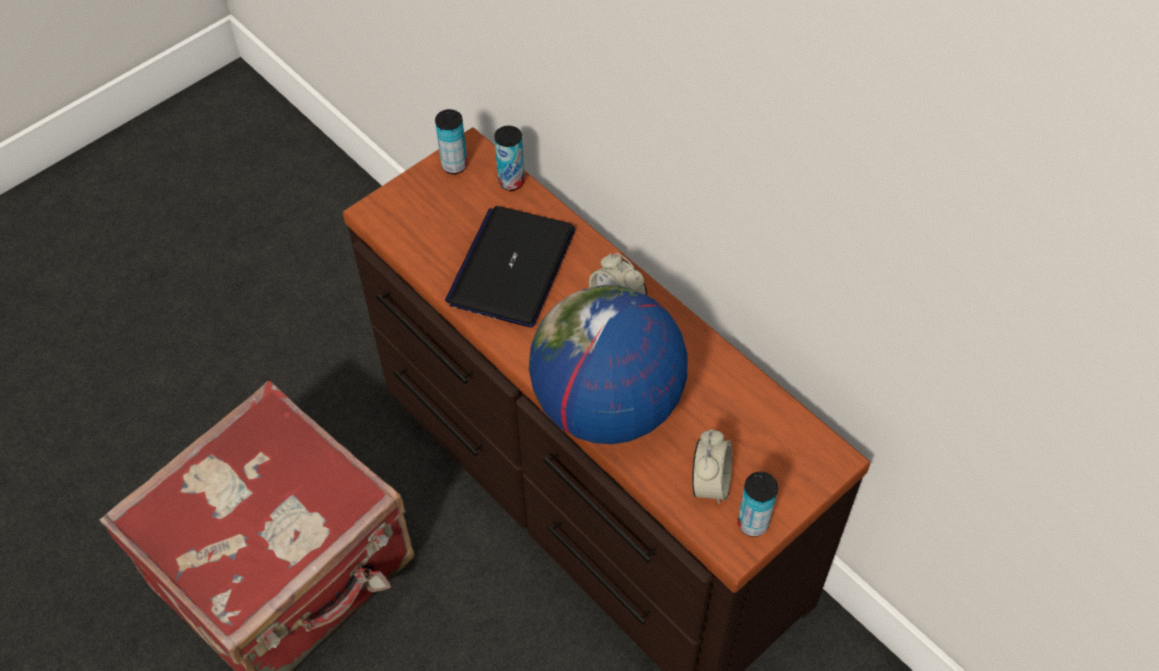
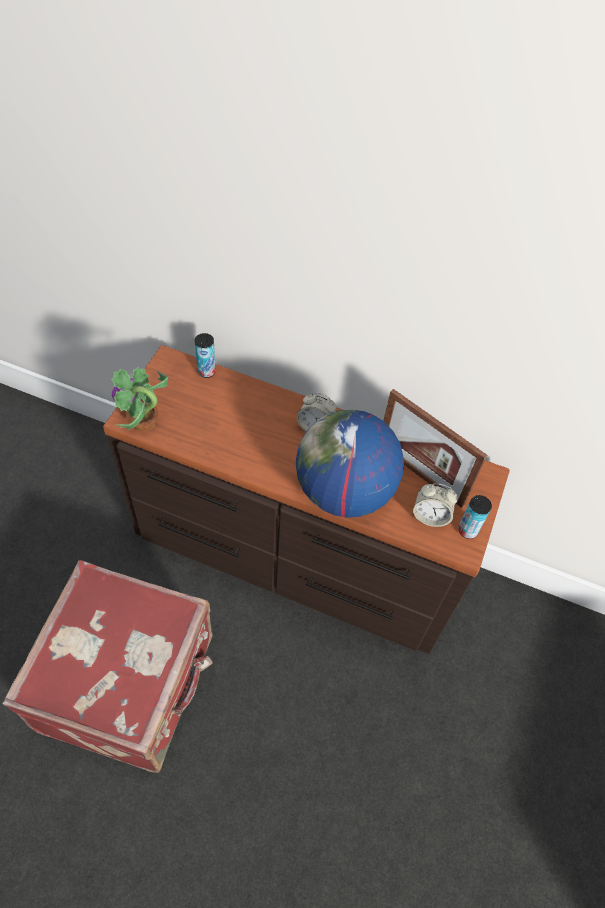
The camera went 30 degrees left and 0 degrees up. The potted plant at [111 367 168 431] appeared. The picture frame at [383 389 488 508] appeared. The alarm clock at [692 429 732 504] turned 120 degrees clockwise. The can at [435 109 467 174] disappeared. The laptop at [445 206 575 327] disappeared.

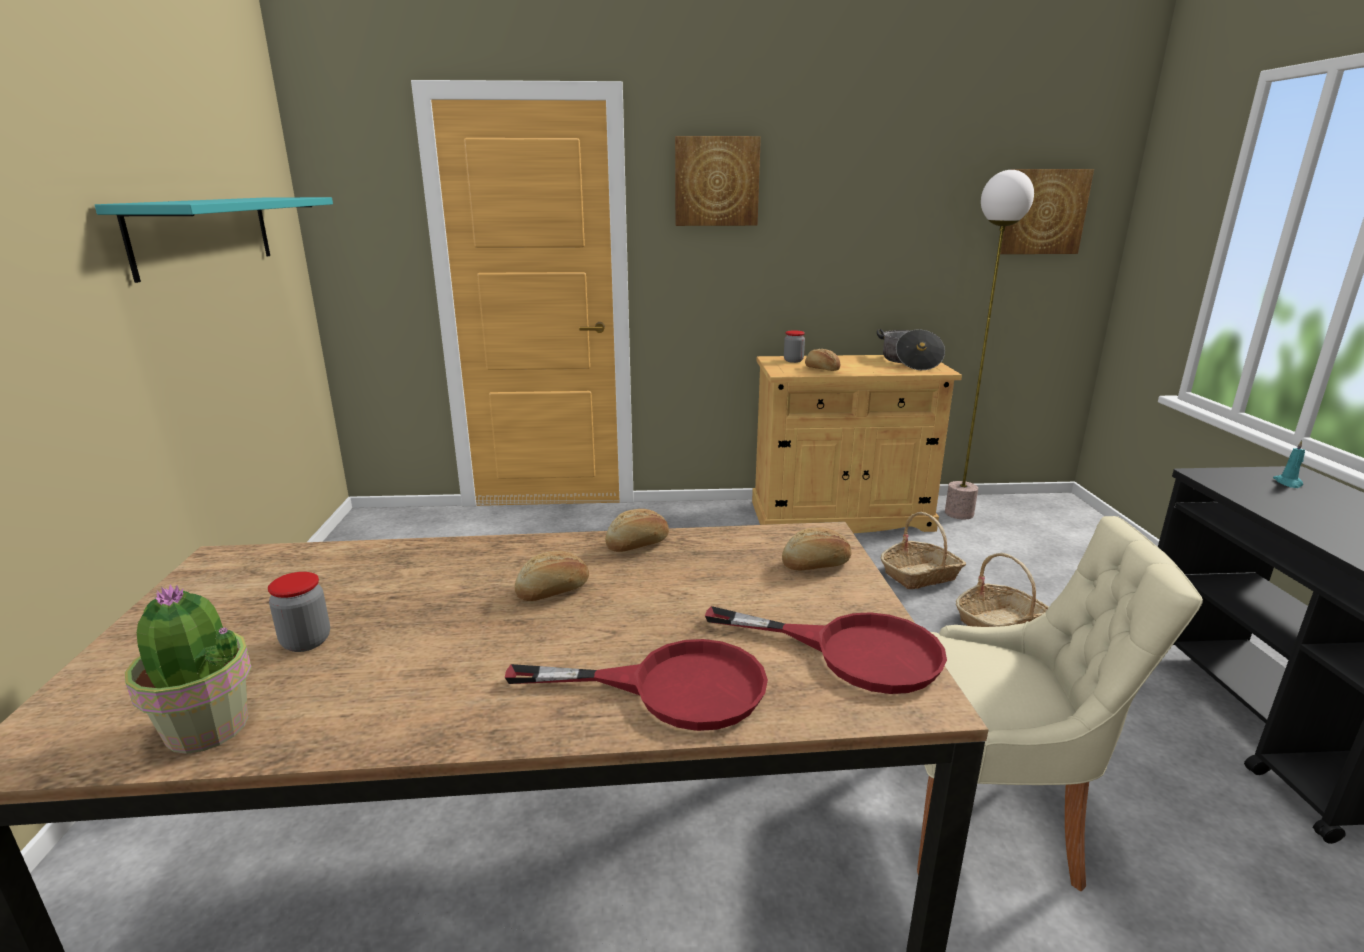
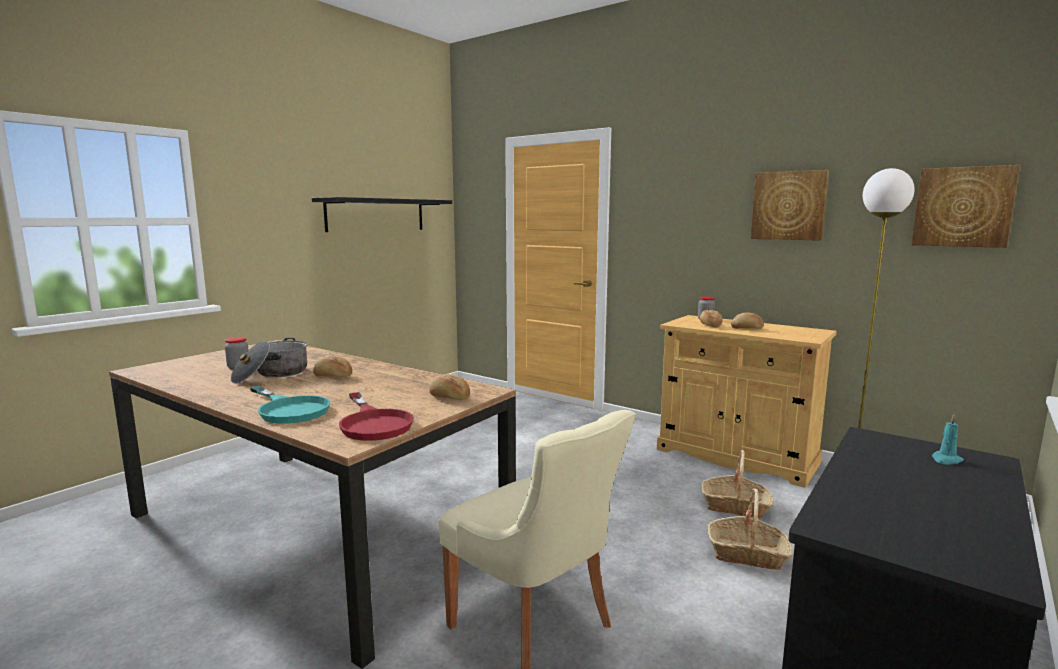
The camera went 40 degrees right and 10 degrees down. The cooking pot moved from [877 329 945 370] to [231 338 307 384]. The red frying pan at [505 639 768 731] became the turquoise frying pan at [250 386 330 424]. The turquoise shelf at [95 197 333 283] became the black shelf at [312 197 452 232]. The bread moved from [605 509 669 552] to [731 312 764 329]. The picture moved from [675 136 761 226] to [751 170 829 241]. The potted plant at [125 585 252 754] disappeared.

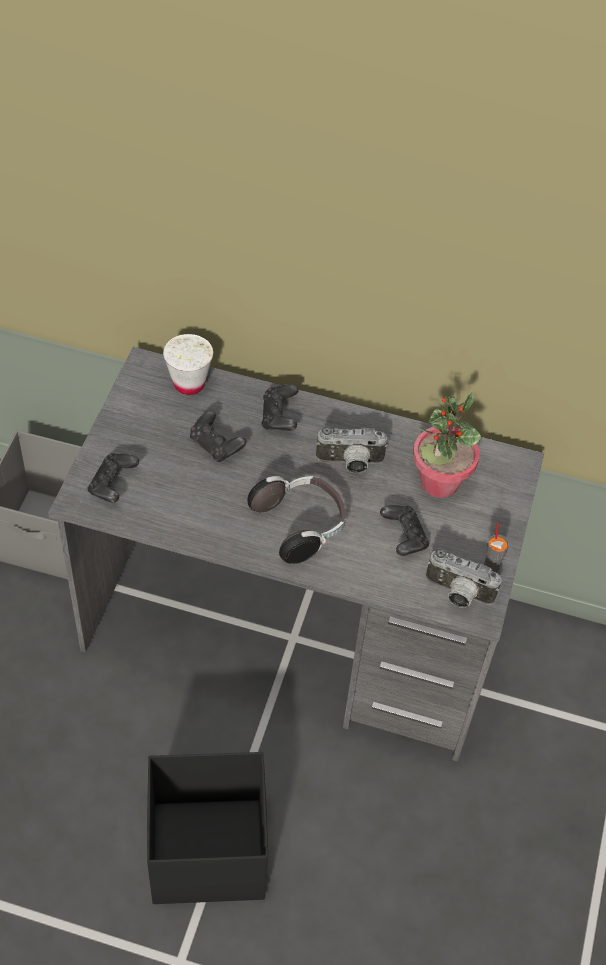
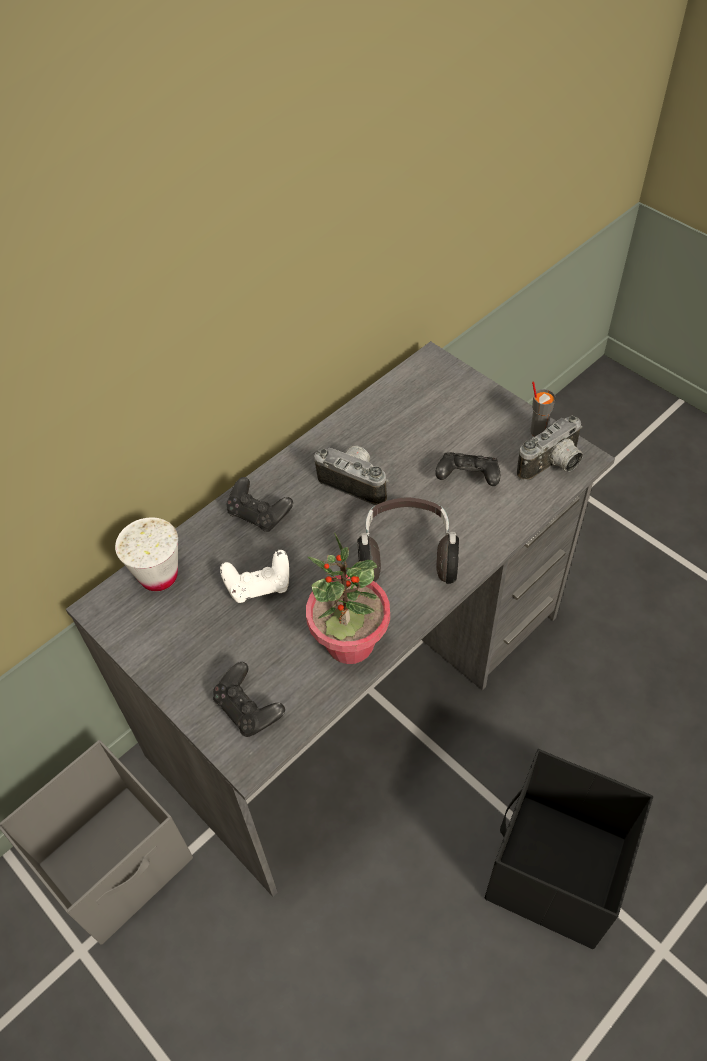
The camera went 55 degrees left and 0 degrees up. The black game controller at [190 410 246 462] became the white game controller at [220 550 289 603]. The potted plant moved from [413 392 481 498] to [306 533 390 664]. The photo camera at [316 427 388 474] turned 90 degrees counterclockwise.

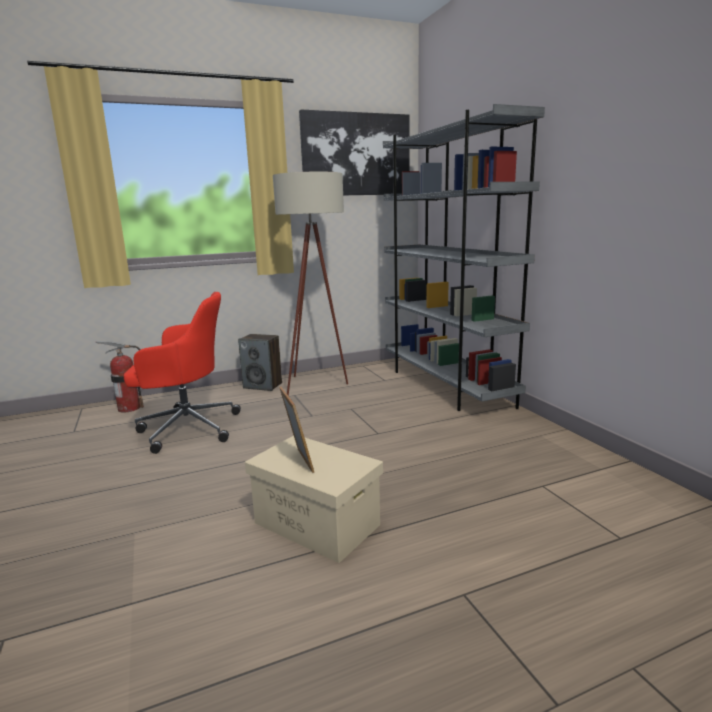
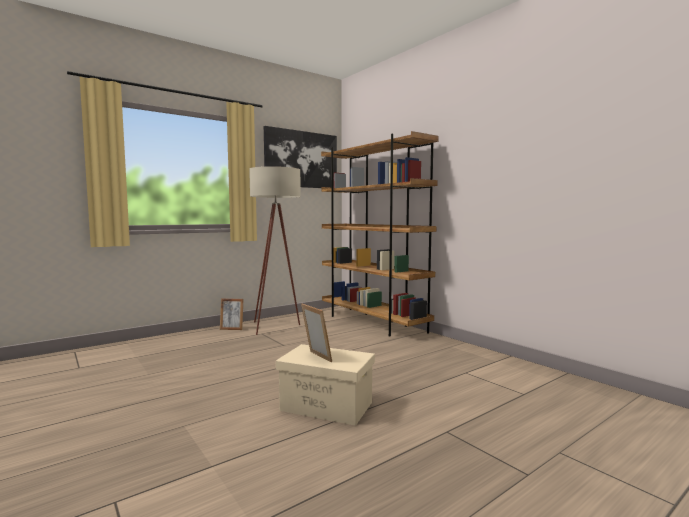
The camera went 15 degrees left and 10 degrees down. The speaker at [238 334 282 391] was replaced by the picture frame at [220 298 244 330]. The grey bookcase at [383 104 545 411] became the brown bookcase at [321 131 439 337]. The fire extinguisher at [96 341 144 413] disappeared. The red office chair at [124 292 241 454] disappeared.

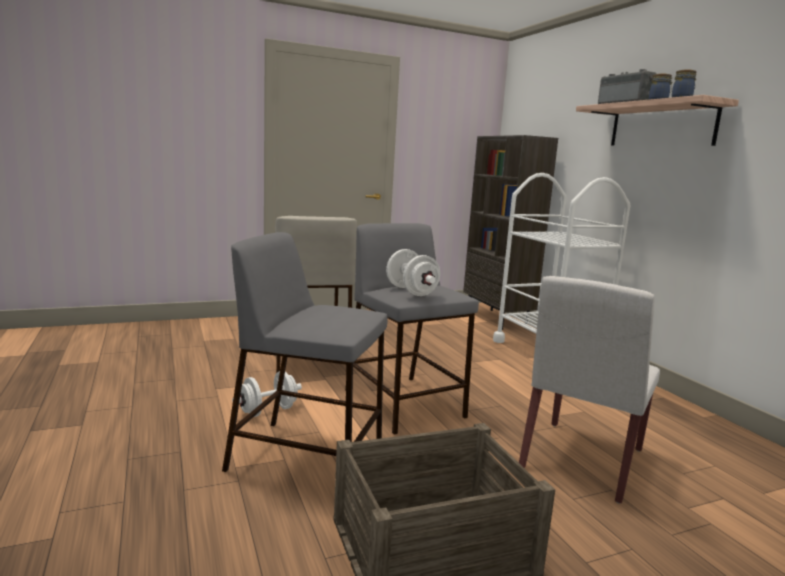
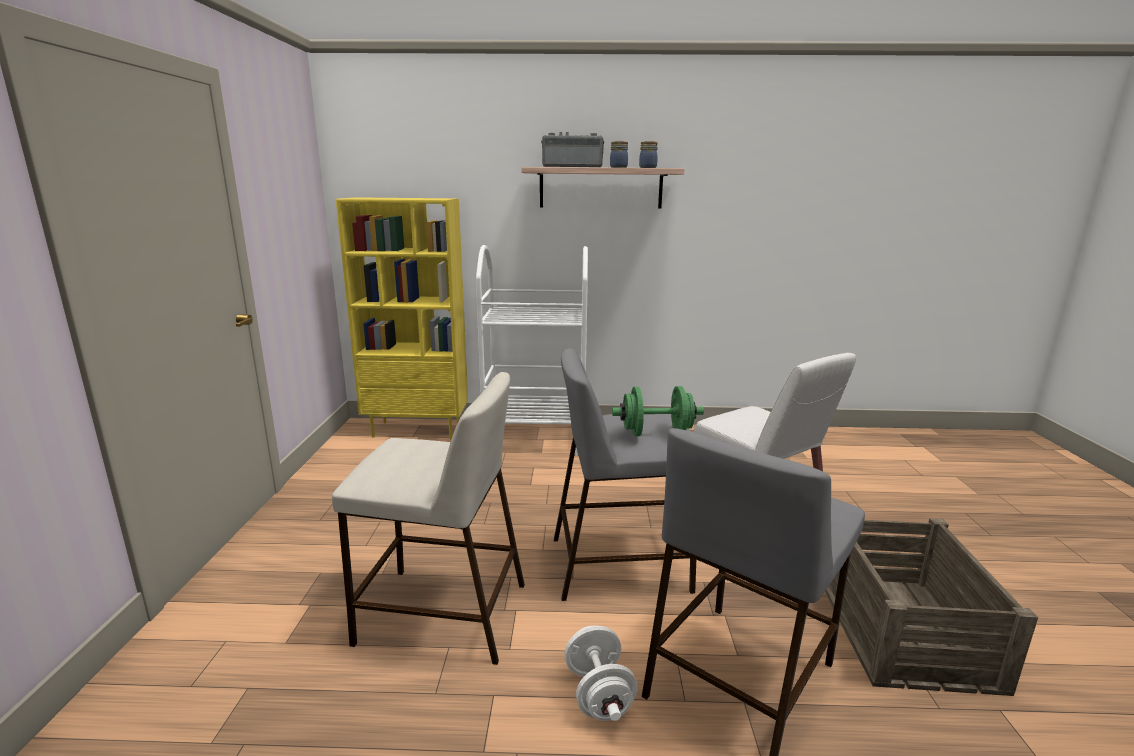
The camera went 65 degrees left and 5 degrees up. The brown bookcase at [463 135 558 330] became the yellow bookcase at [336 197 468 439]. The white dumbbell at [386 249 440 296] became the green dumbbell at [612 386 704 436].

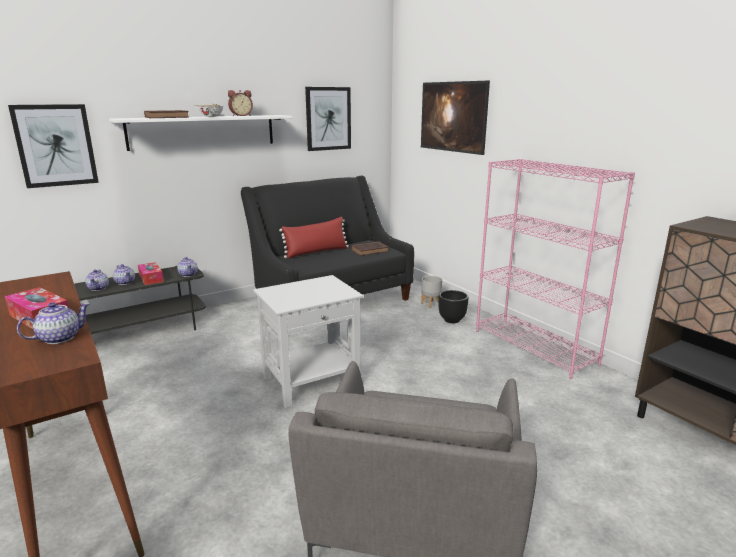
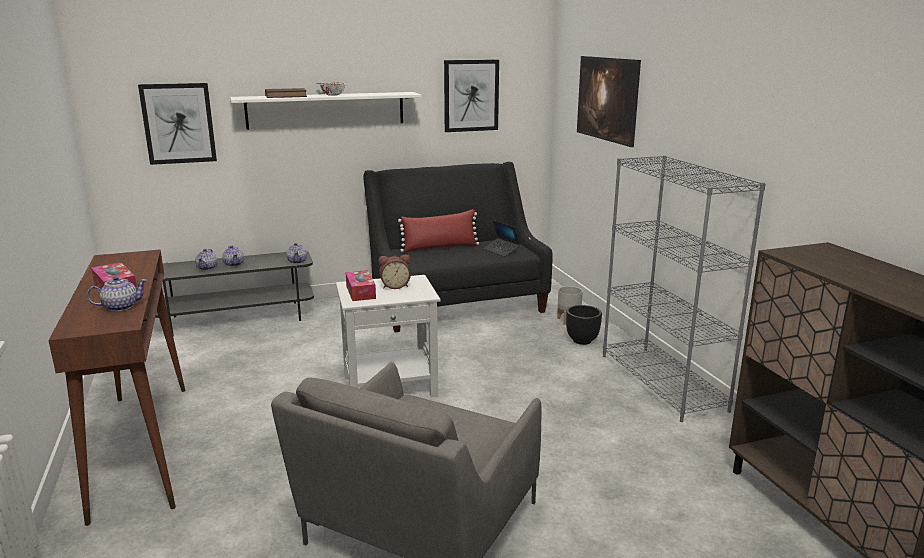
The camera went 15 degrees right and 0 degrees up. The tissue box moved from [138 262 164 285] to [346 270 376 301]. The alarm clock moved from [228 90 253 116] to [379 255 411 289]. The brown book at [351 242 389 256] was replaced by the laptop at [483 220 520 257]. The pink bookcase at [476 159 635 379] became the grey bookcase at [603 155 766 422].

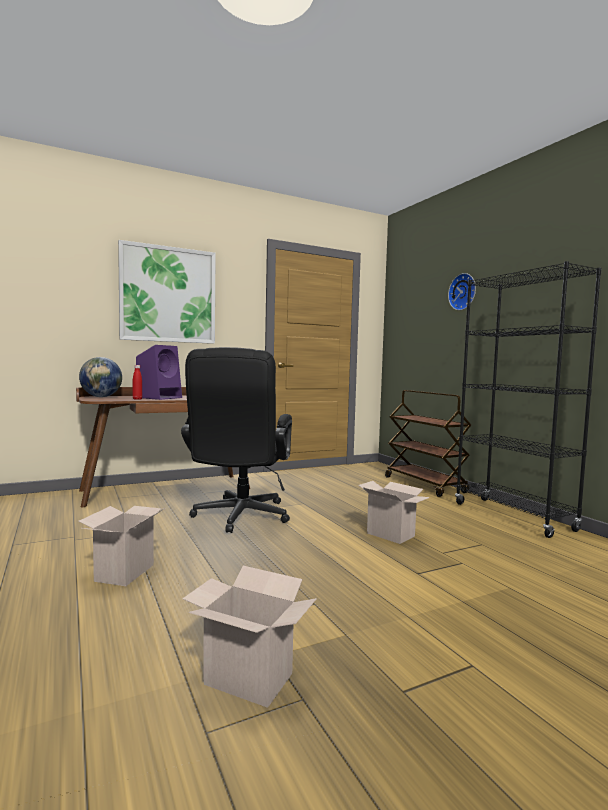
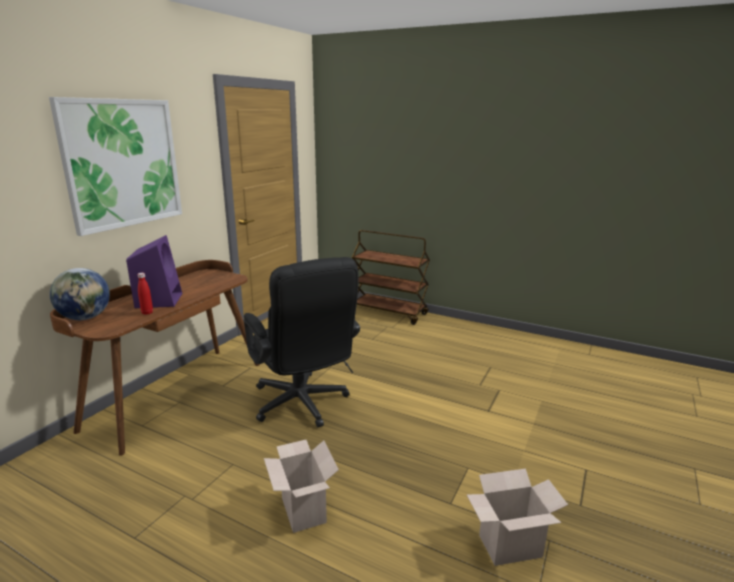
The camera went 35 degrees left and 15 degrees up. The cardboard box at [358 481 430 544] disappeared. The wall clock at [448 273 476 311] disappeared. The black bookcase at [455 261 601 538] disappeared.

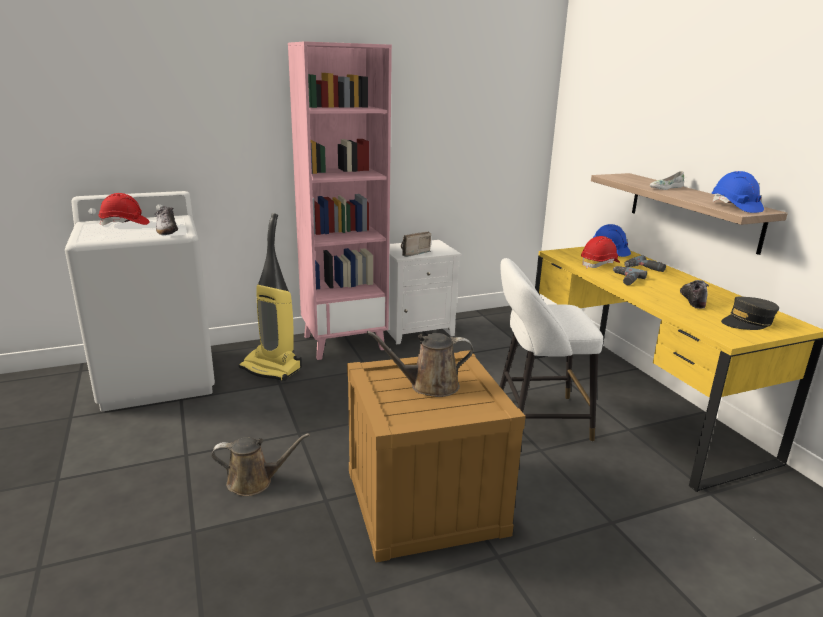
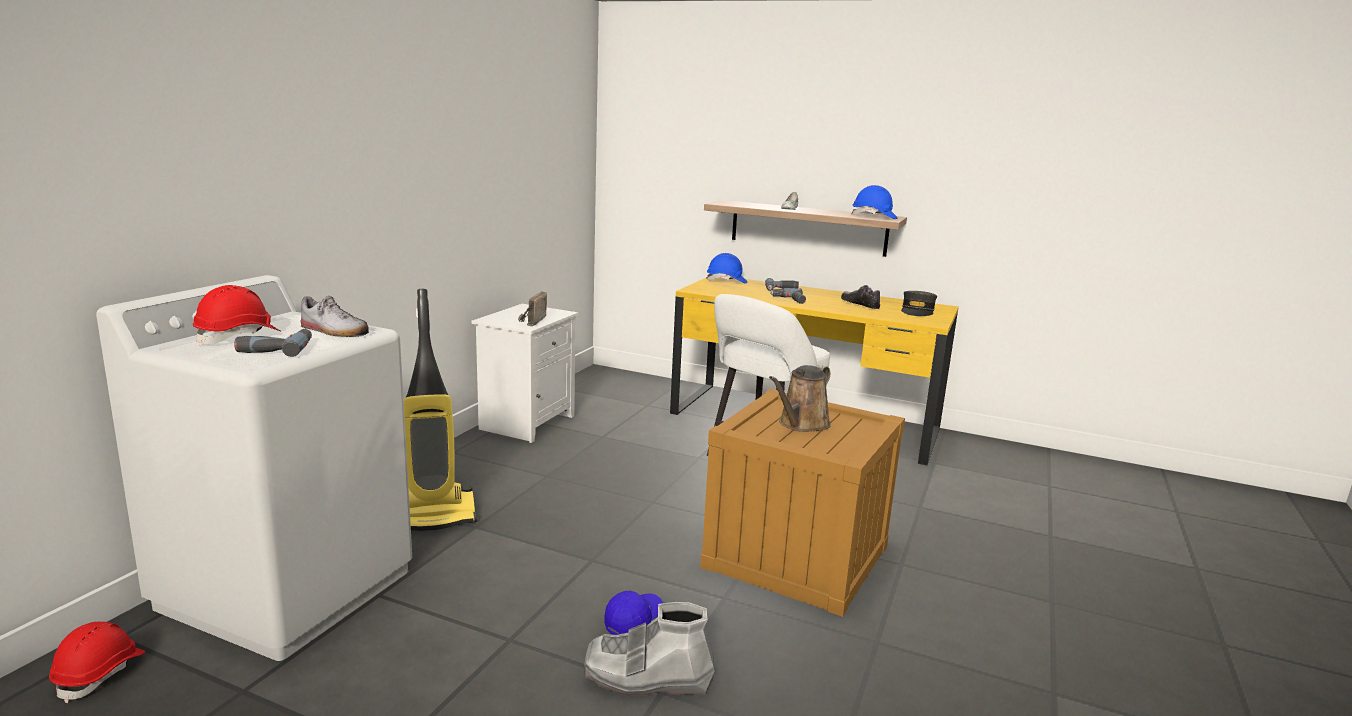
The camera went 45 degrees left and 5 degrees down. The red hard hat moved from [581 236 620 269] to [49 621 146 703]. The power drill at [234 329 312 357] appeared. The grey boot at [584 602 714 696] appeared. The brown watering can at [212 433 310 496] was replaced by the blue cap at [604 591 663 635]. The pink bookcase at [288 41 392 360] disappeared.

